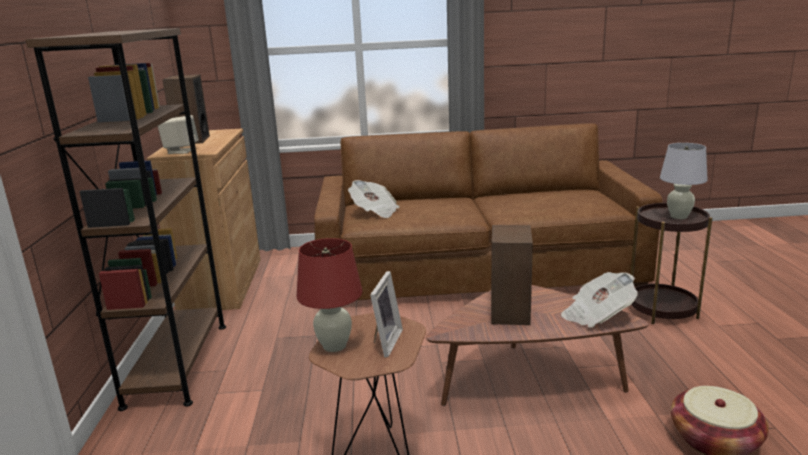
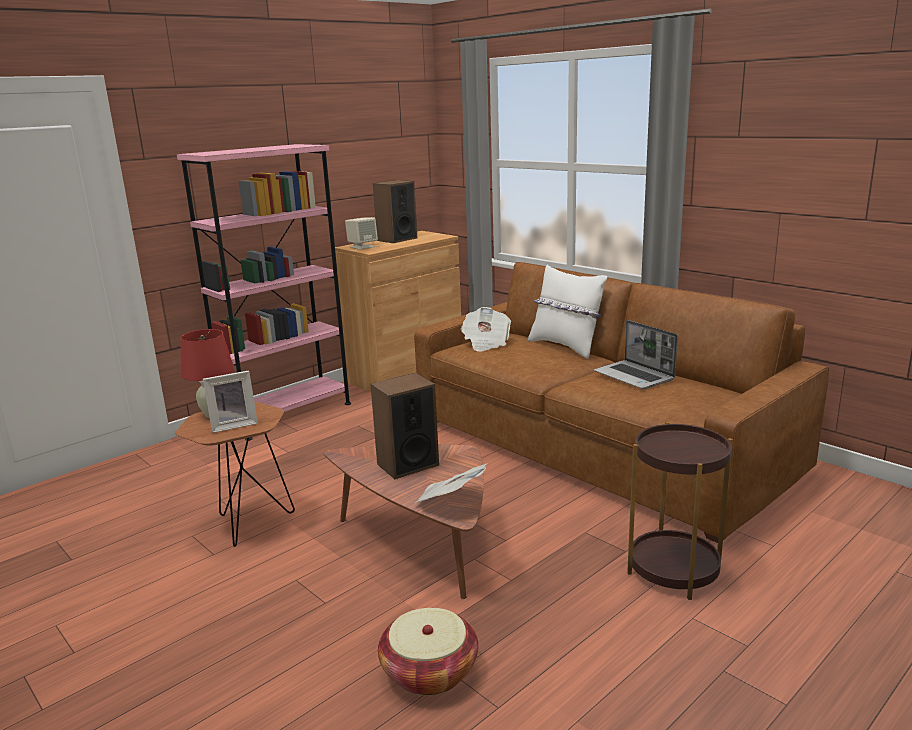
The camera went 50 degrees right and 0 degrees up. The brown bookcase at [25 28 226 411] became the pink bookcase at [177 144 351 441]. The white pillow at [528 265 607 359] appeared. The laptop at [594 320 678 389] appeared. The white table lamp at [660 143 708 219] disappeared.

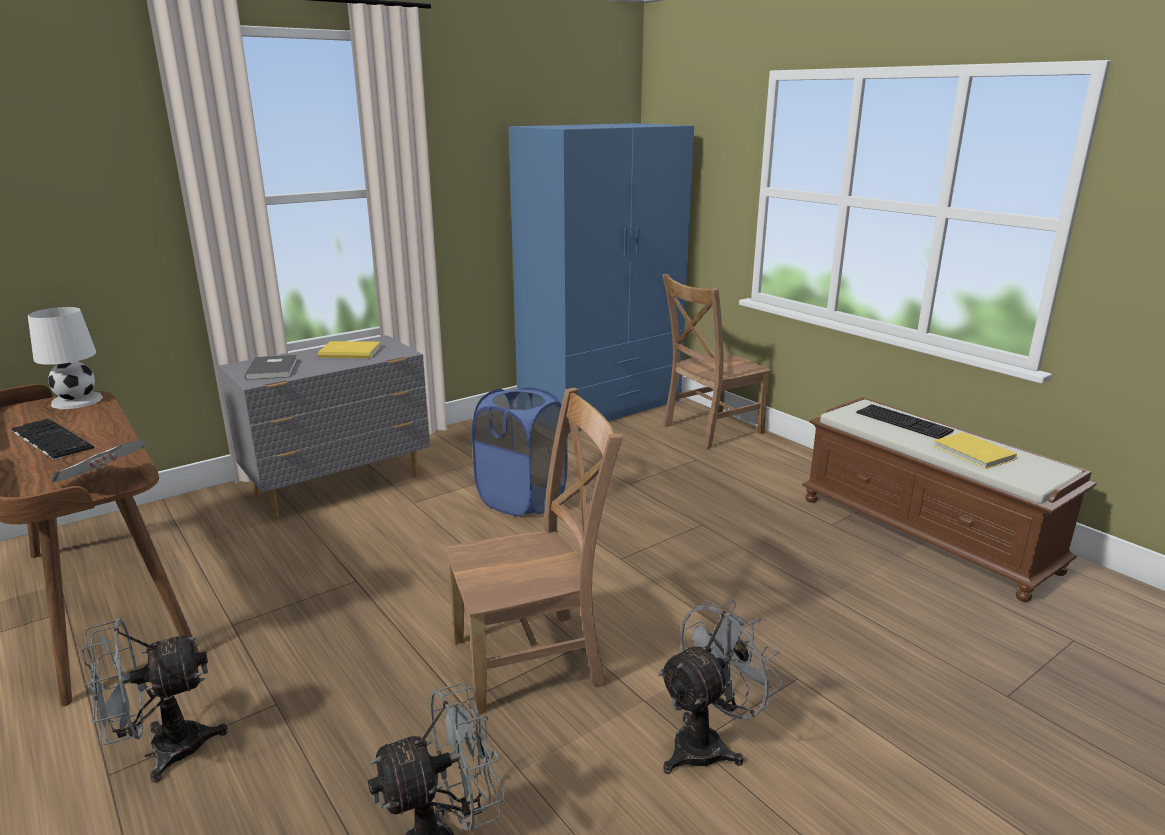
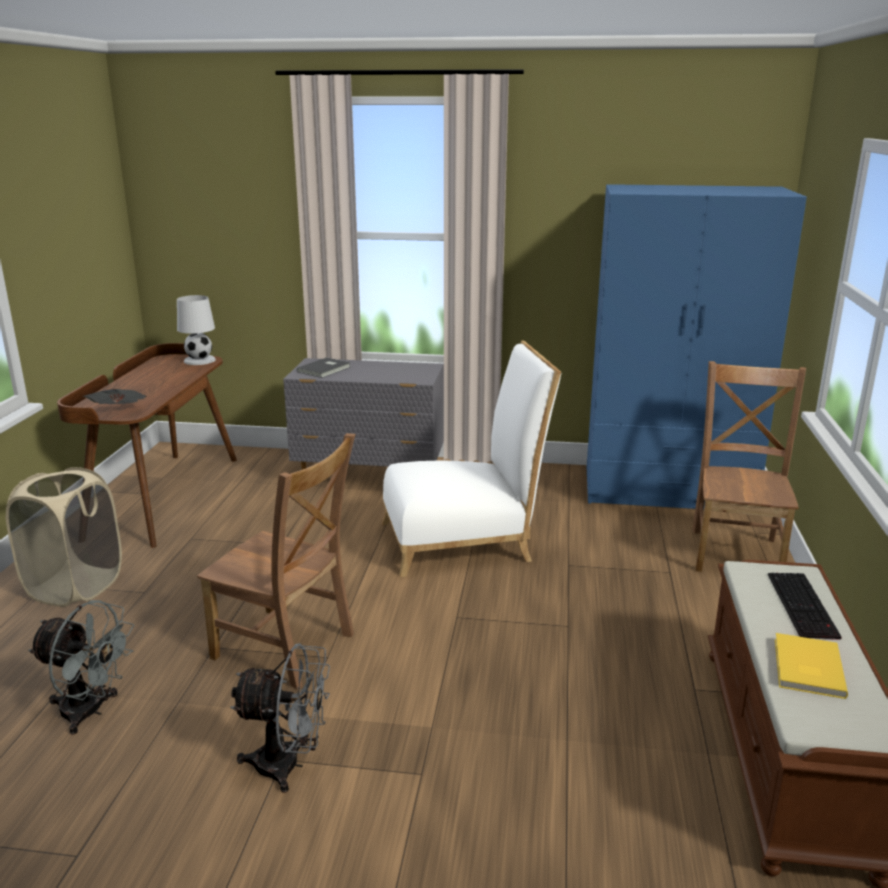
The camera went 45 degrees right and 0 degrees up. The grey fan at [82 618 228 783] was replaced by the beige laundry basket at [6 467 122 607]. The blue laundry basket at [472 387 568 516] was replaced by the white chair at [382 340 561 577]. The brown chair at [662 274 771 449] turned 90 degrees clockwise. The keyboard at [12 419 94 460] disappeared. The yellow book at [318 341 380 358] disappeared.

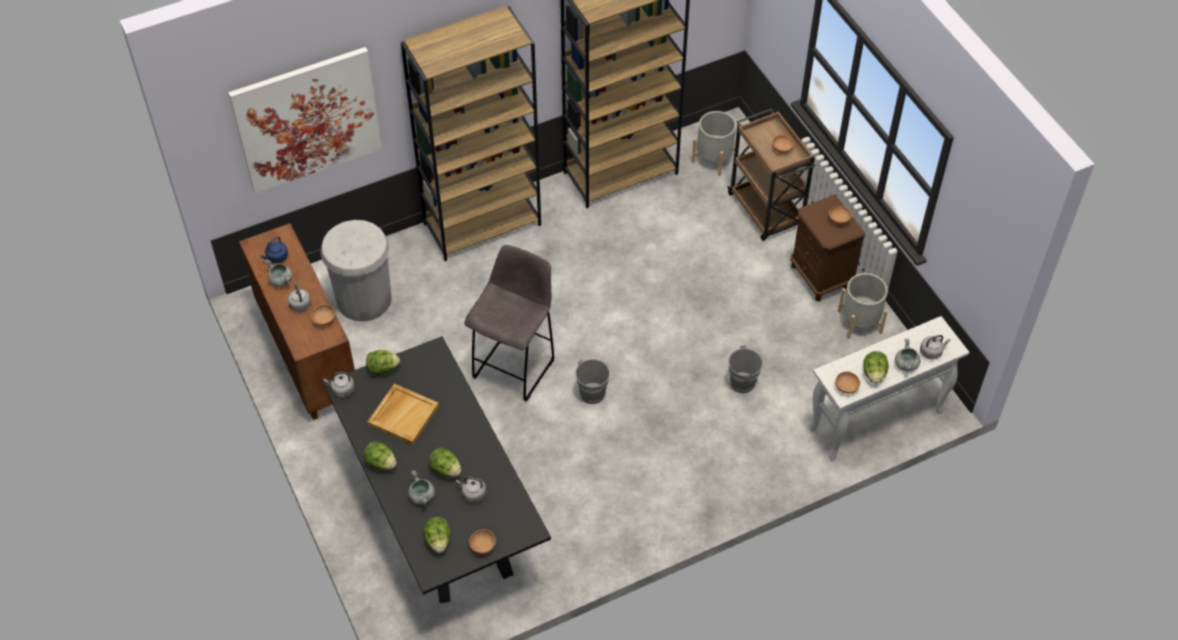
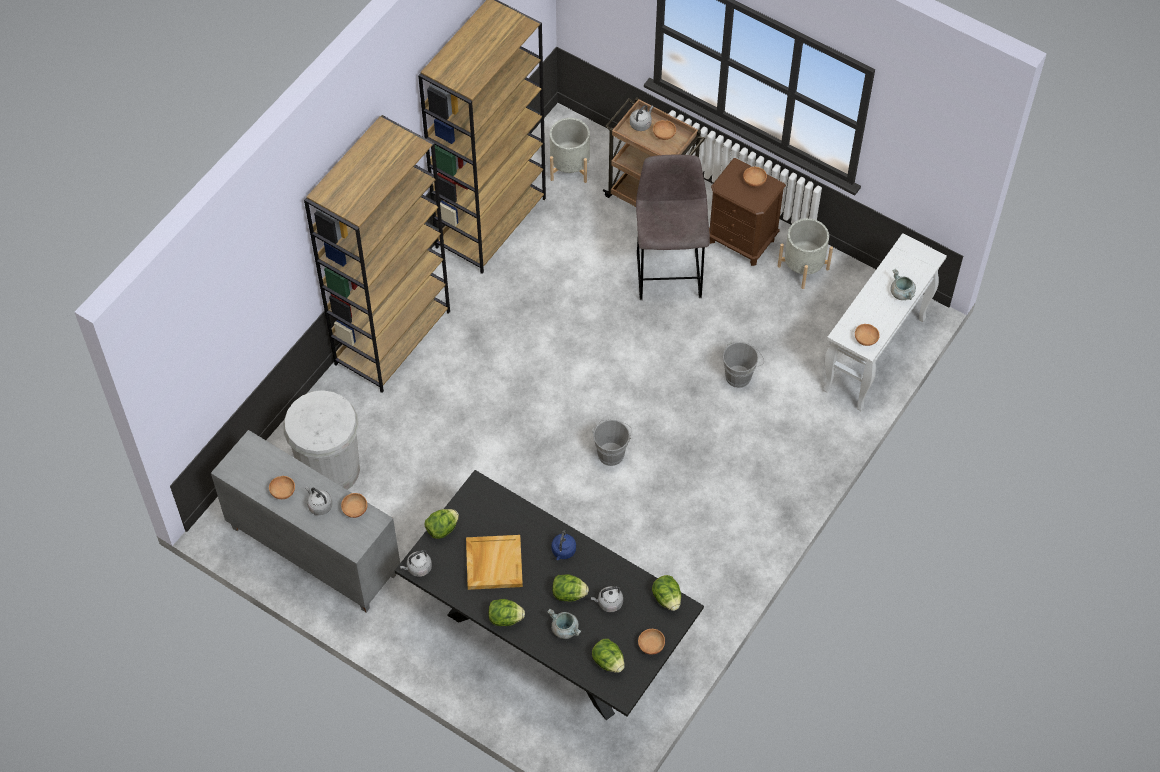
The camera went 30 degrees left and 5 degrees up. The brown cabinet at [239 223 355 420] became the grey cabinet at [211 430 400 613]. The grey cooking pot at [265 259 292 287] was replaced by the brown bowl at [269 476 295 499]. The blue kettle moved from [260 236 288 263] to [551 530 576 560]. The grey kettle moved from [920 335 951 359] to [630 105 654 131]. The grey stool moved from [464 245 554 402] to [636 155 710 300]. The lettuce moved from [863 351 889 384] to [652 575 681 611]. The picture at [228 47 383 194] disappeared.

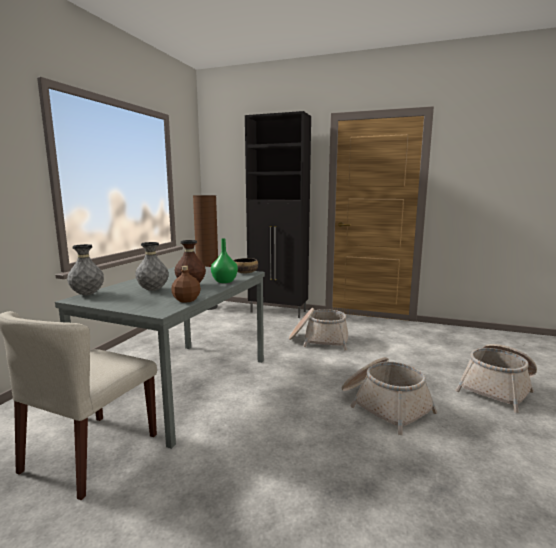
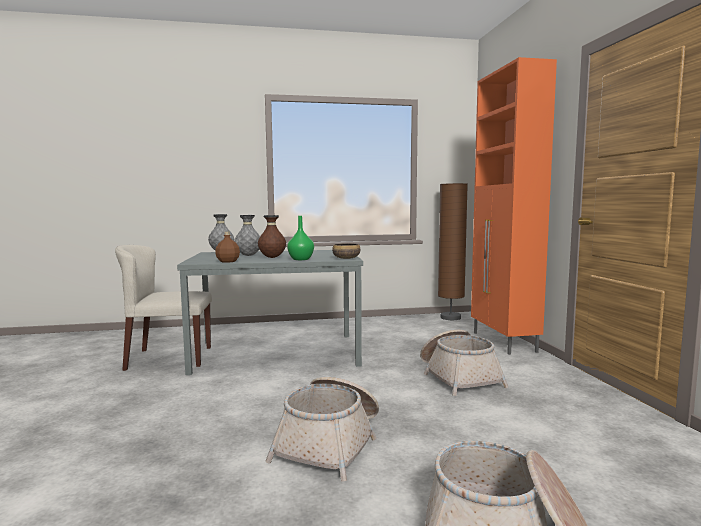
The camera went 60 degrees right and 5 degrees down. The black cabinet at [245 111 311 318] became the orange cabinet at [471 57 557 355].

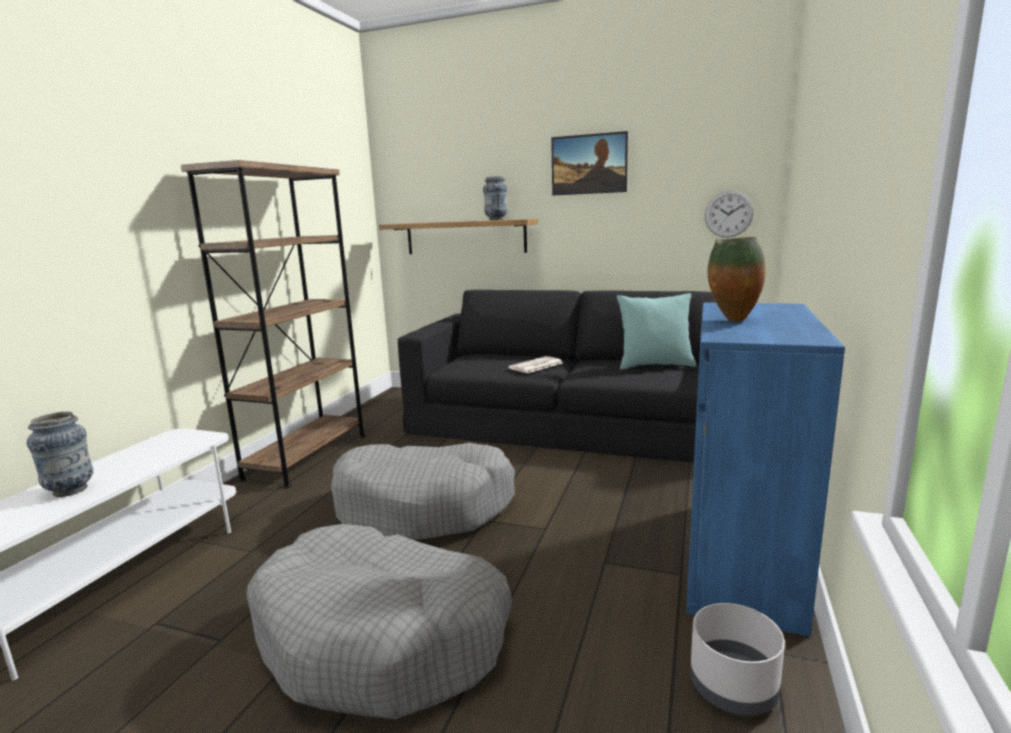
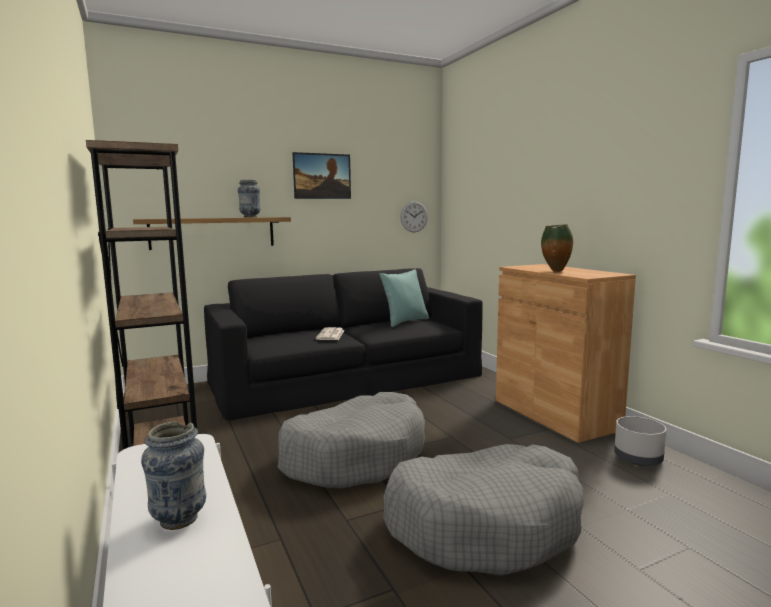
The camera went 45 degrees left and 5 degrees down. The blue cabinet at [686 302 845 636] became the brown cabinet at [496 264 636 443].

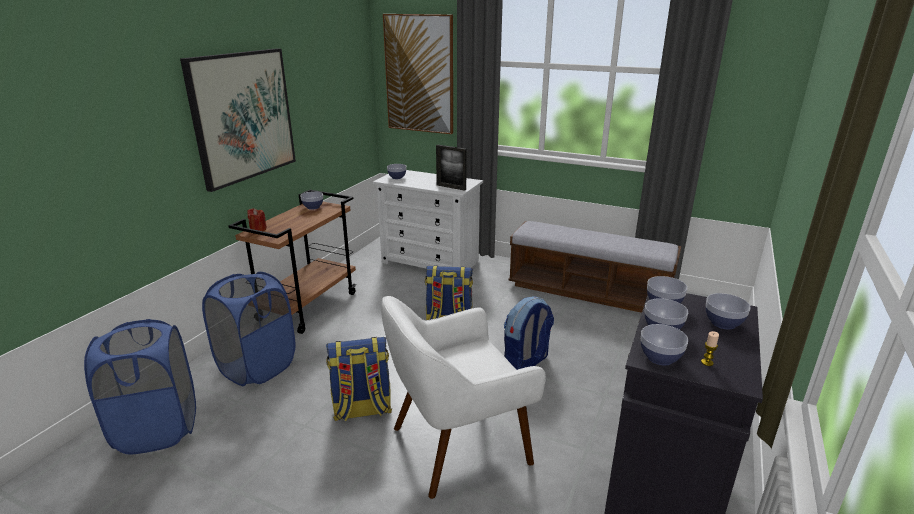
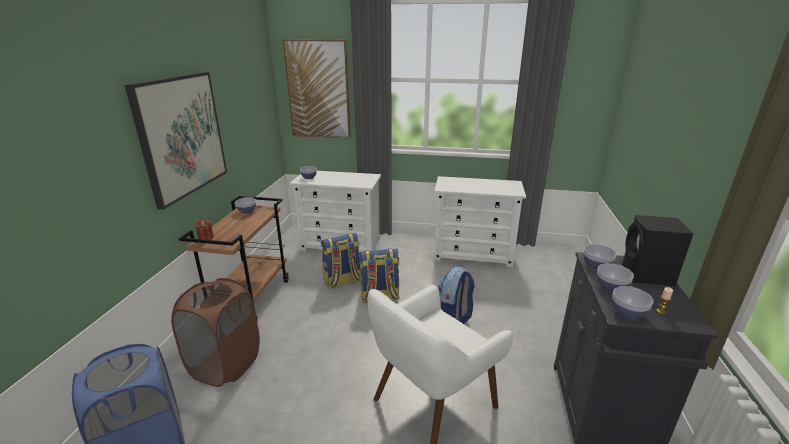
The camera went 15 degrees left and 0 degrees up. The blue laundry basket at [202 272 296 386] became the brown laundry basket at [171 278 260 387]. The backpack moved from [326 337 392 421] to [321 233 360 289]. The bench at [508 221 681 313] was replaced by the white dresser at [434 176 526 267]. The bowl at [706 293 751 330] was replaced by the black speaker at [622 215 693 286]. The picture frame at [436 145 467 191] disappeared.

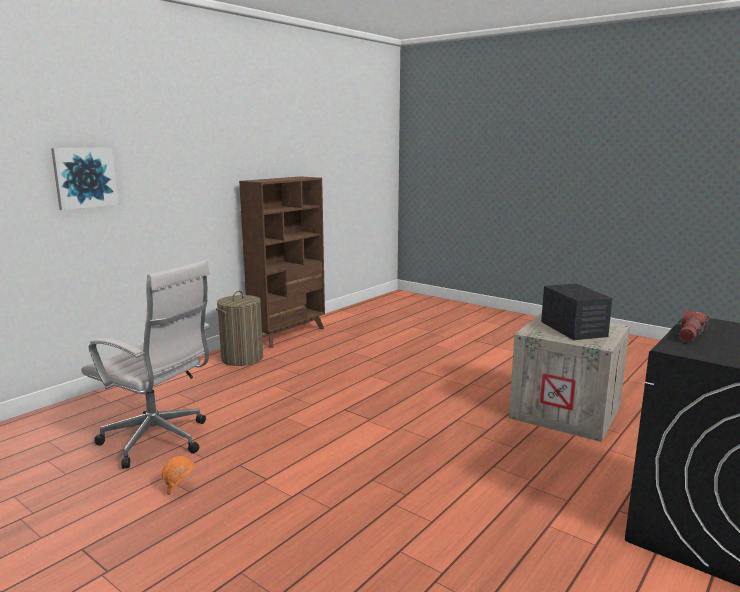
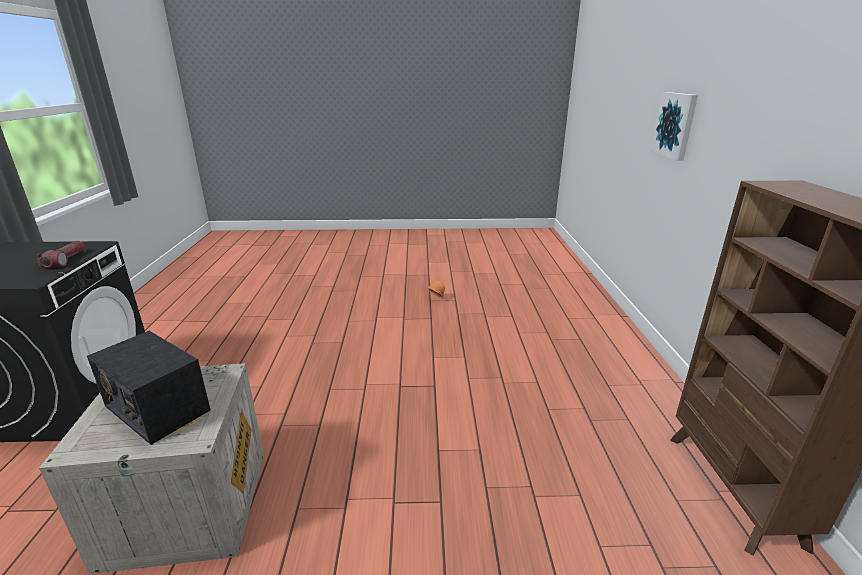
The camera went 140 degrees right and 10 degrees up. The white office chair at [81 260 211 469] disappeared. The laundry basket at [216 291 263 366] disappeared.

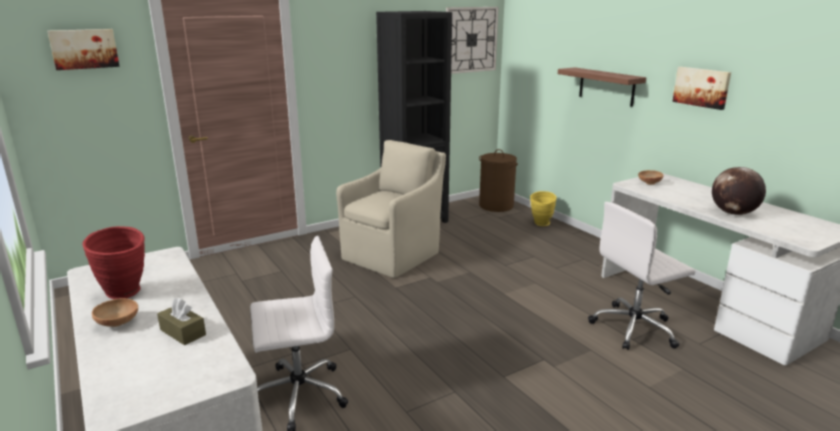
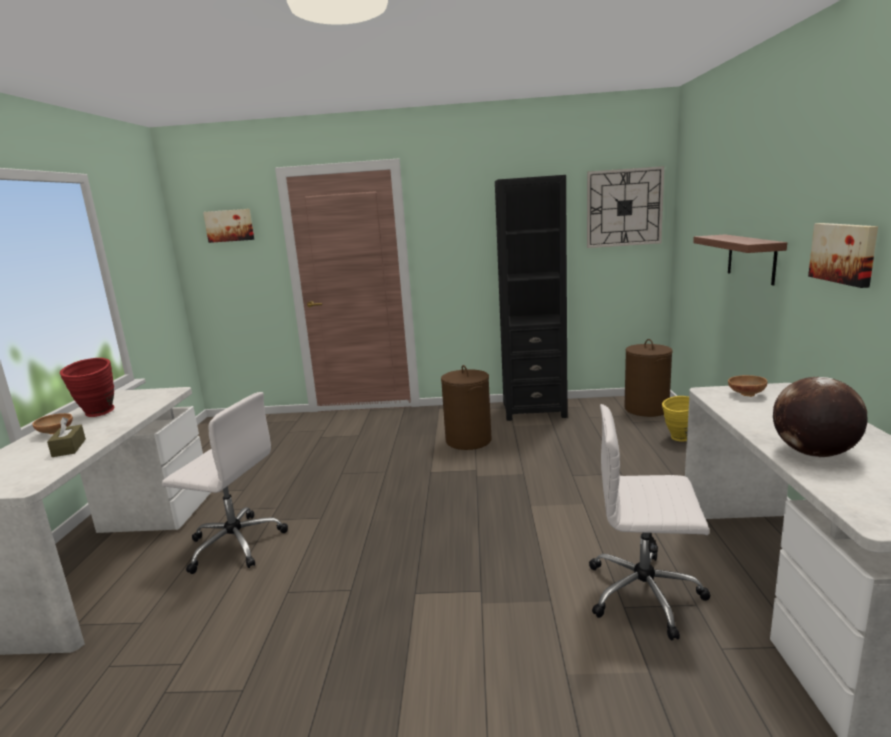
The camera went 35 degrees right and 5 degrees down. The beige armchair at [336 140 446 278] was replaced by the brown laundry basket at [441 365 492 450].

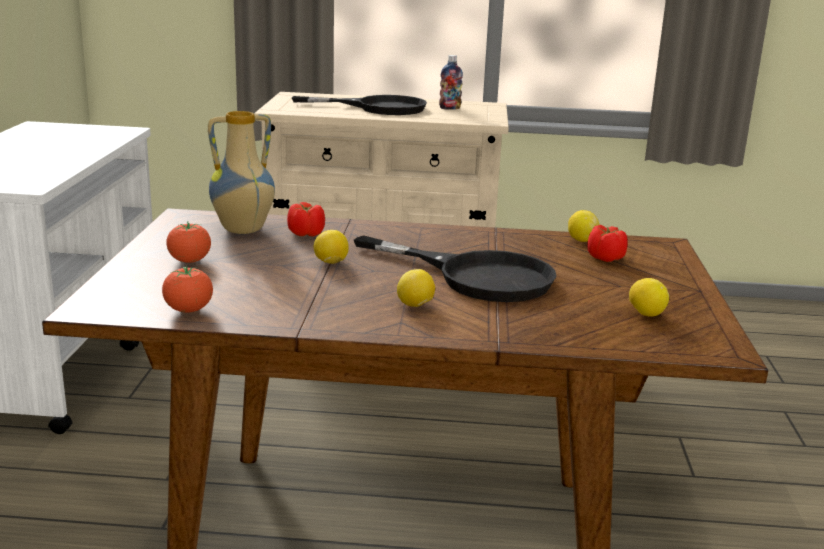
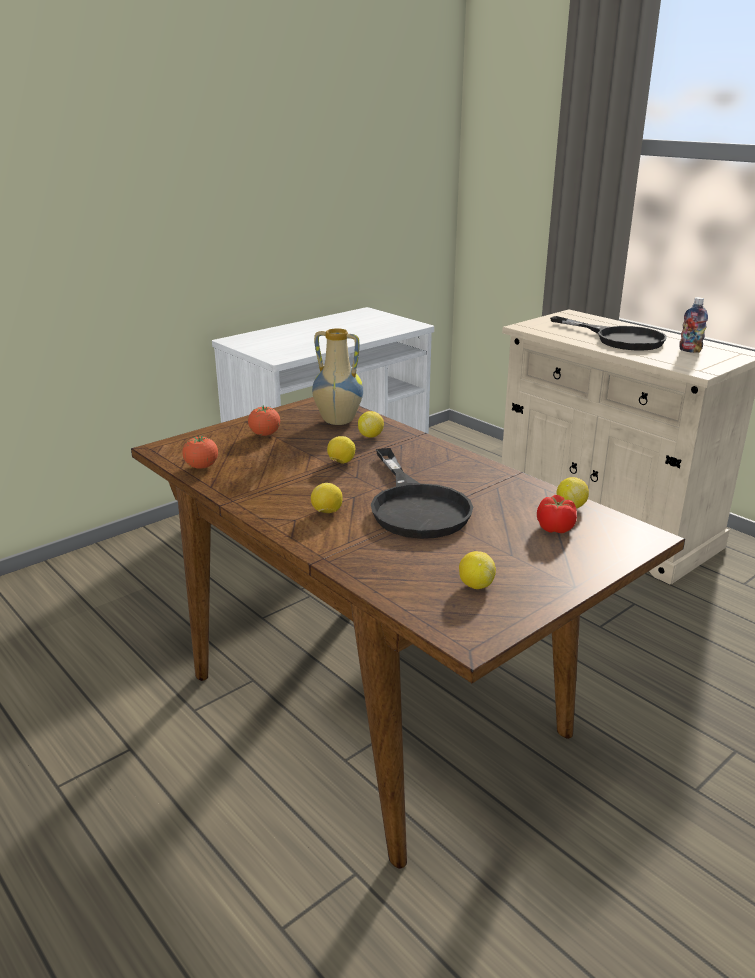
The camera went 45 degrees right and 5 degrees up. The tomato at [287 202 325 237] was replaced by the lemon at [358 411 384 438].

